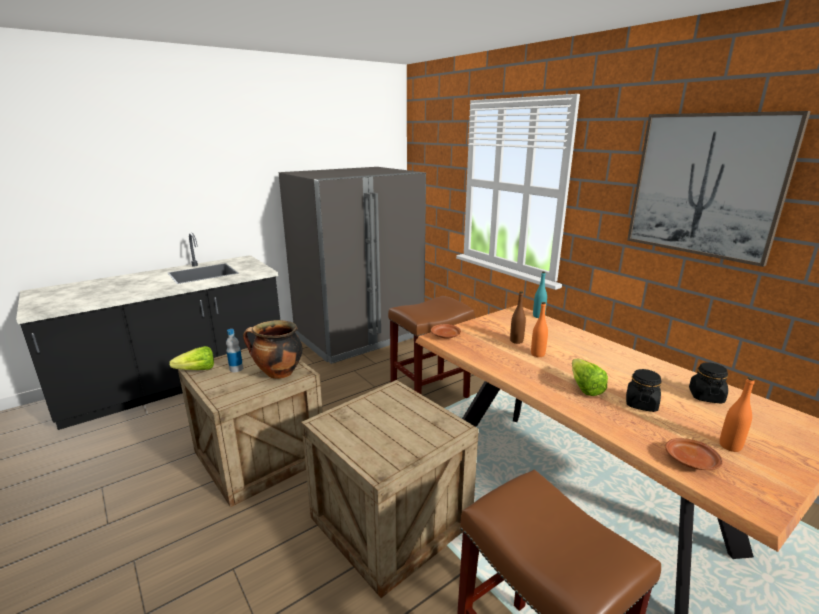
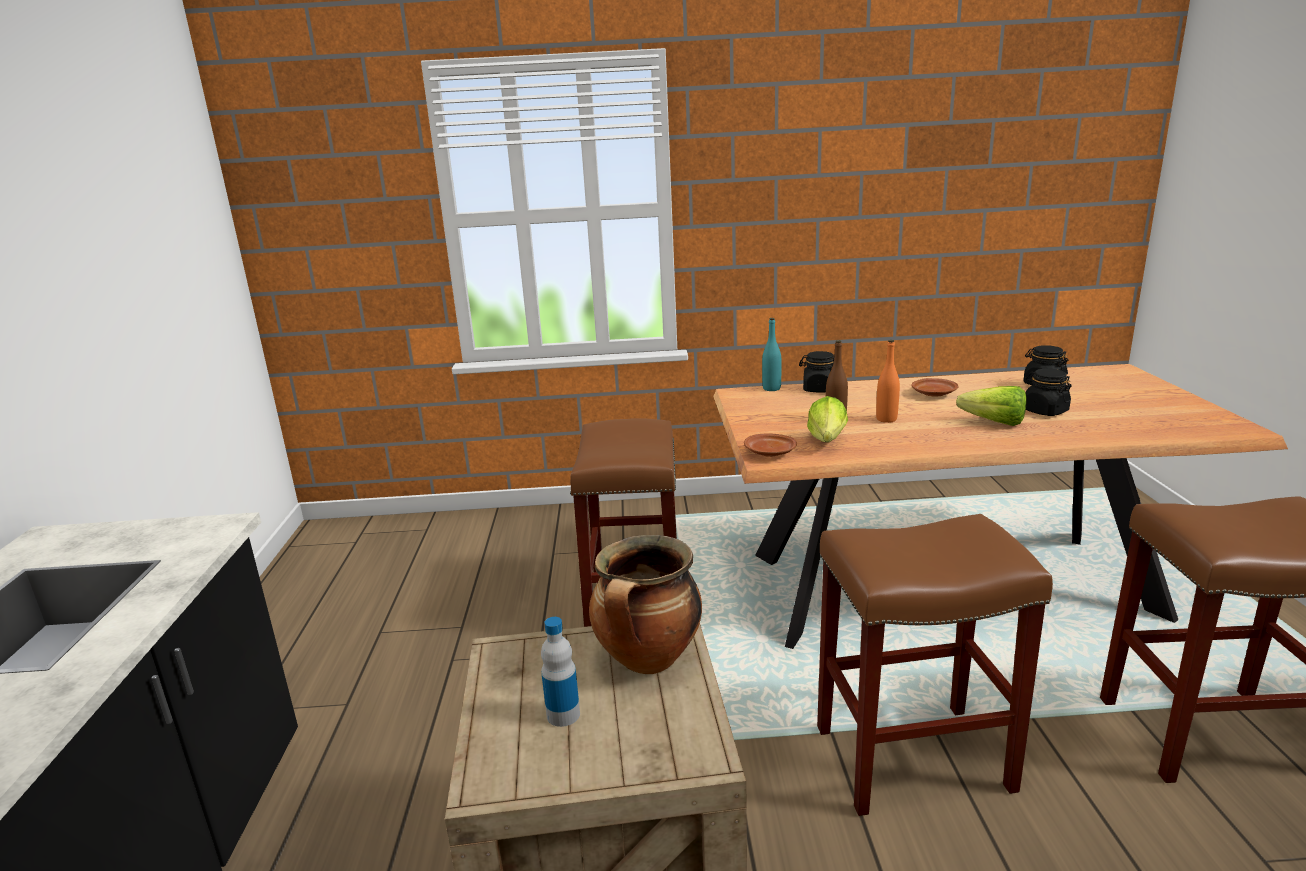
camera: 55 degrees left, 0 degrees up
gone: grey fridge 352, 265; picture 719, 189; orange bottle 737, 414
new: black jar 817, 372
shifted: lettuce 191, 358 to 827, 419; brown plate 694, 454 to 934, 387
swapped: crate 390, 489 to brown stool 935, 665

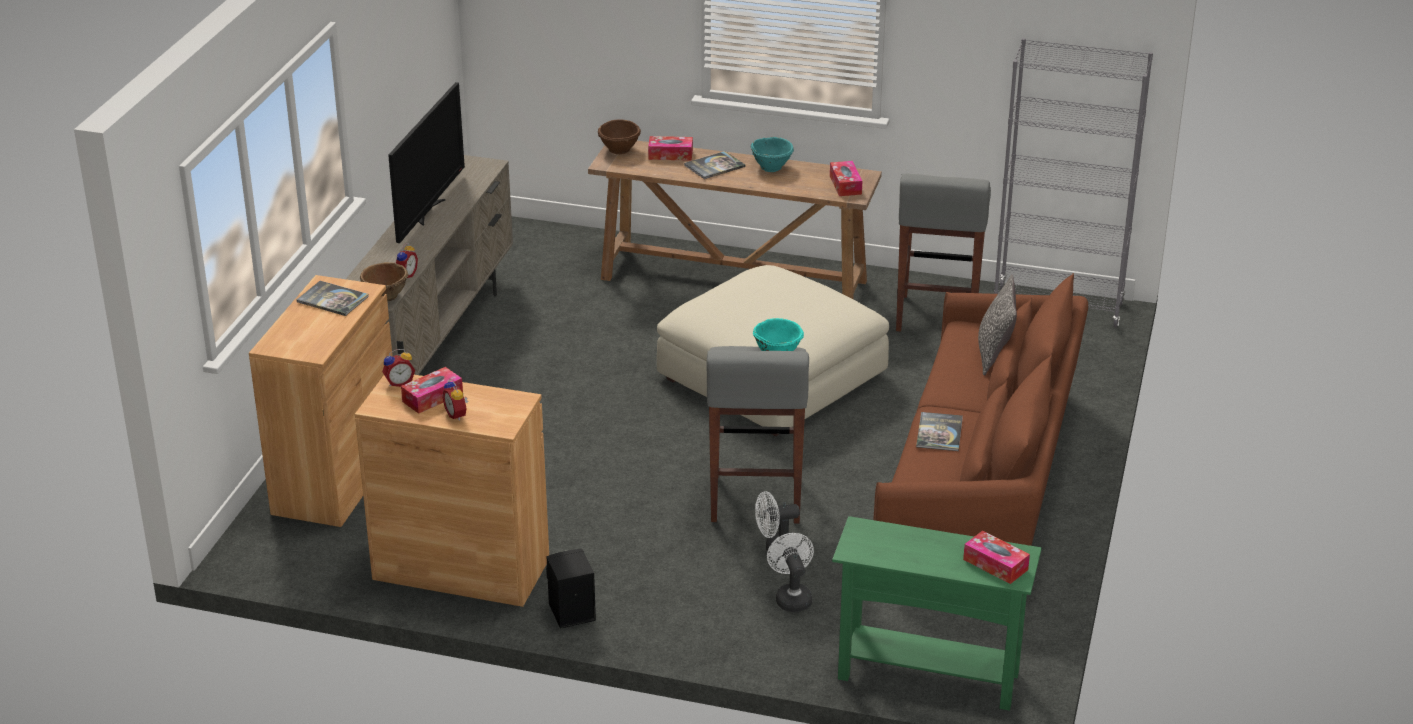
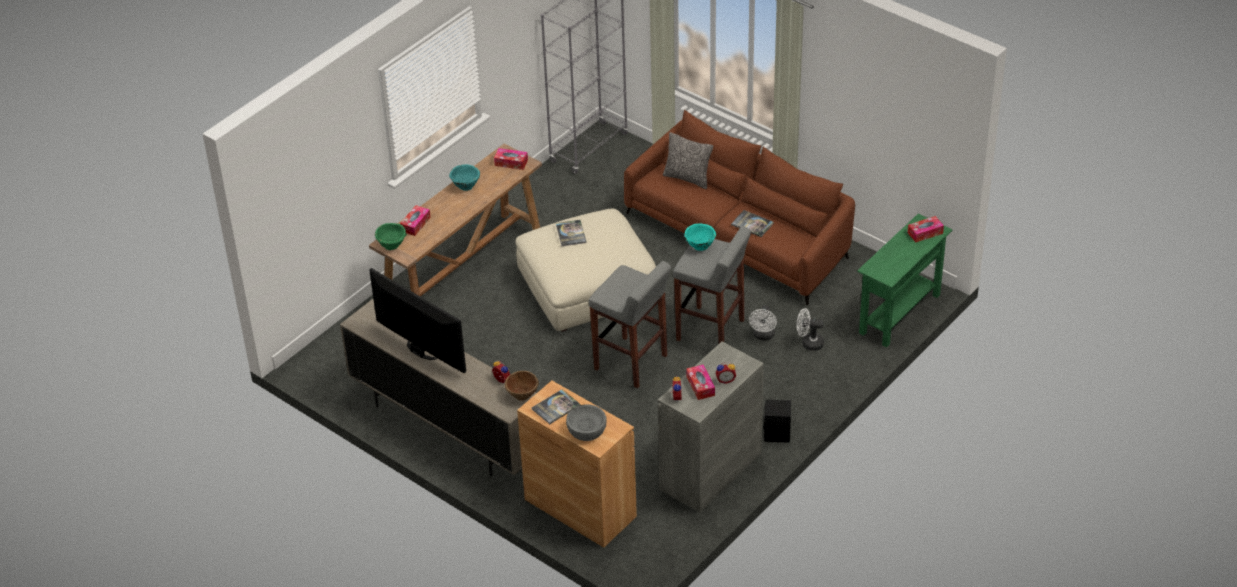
camera: 65 degrees left, 10 degrees up
new: grey bowl 586, 423
shifted: book 715, 165 to 571, 233; grey stool 943, 253 to 630, 324
repainted: brown cabinet 452, 491 to grey cabinet 710, 427; brown bowl 619, 136 to green bowl 391, 236

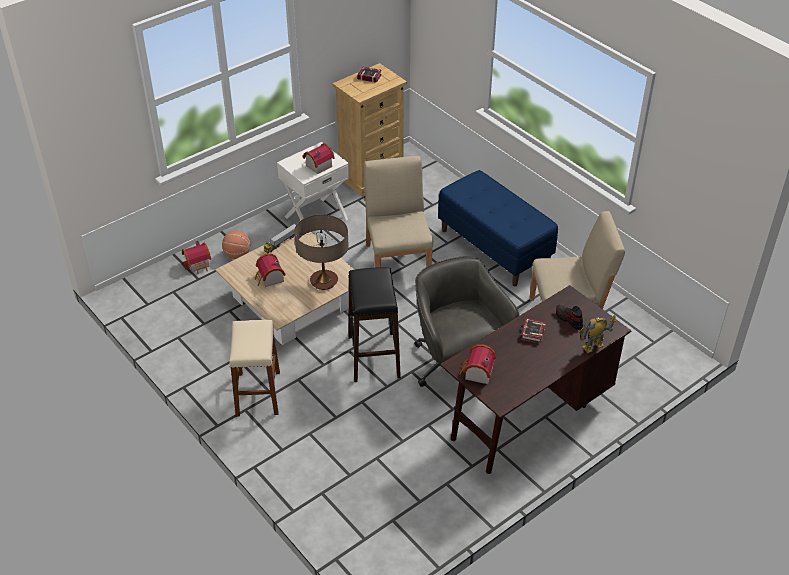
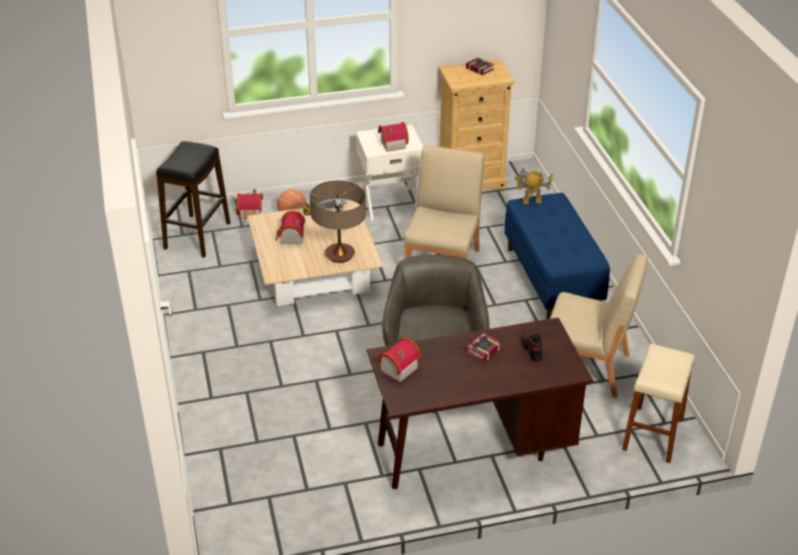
camera: 25 degrees right, 5 degrees down
shifted: beige stool 254, 368 to 658, 403; black stool 375, 324 to 193, 199; toy robot 597, 334 to 534, 186

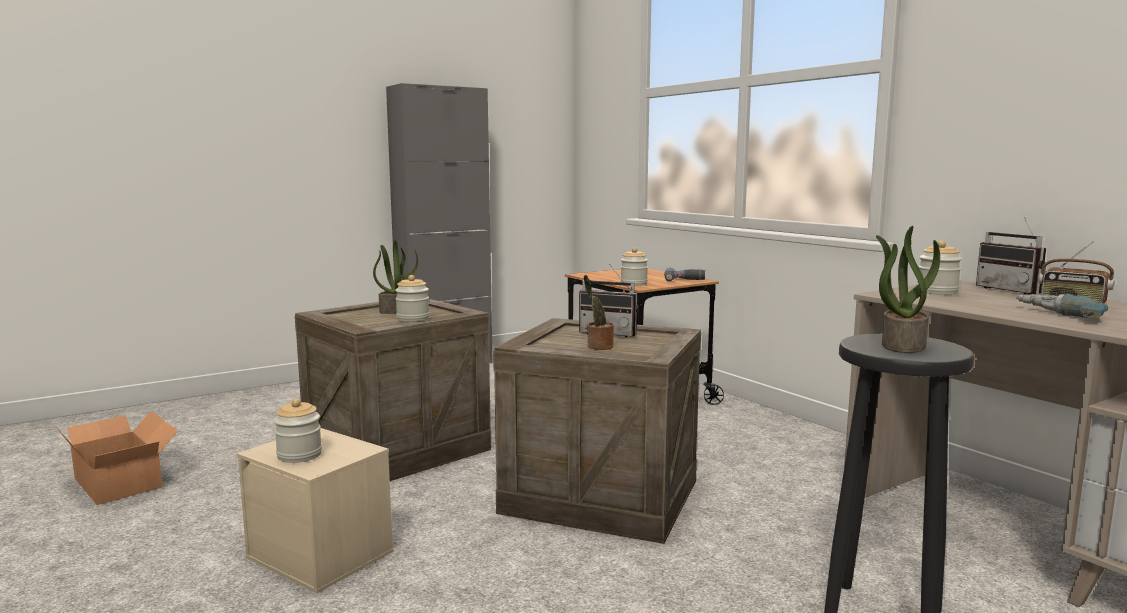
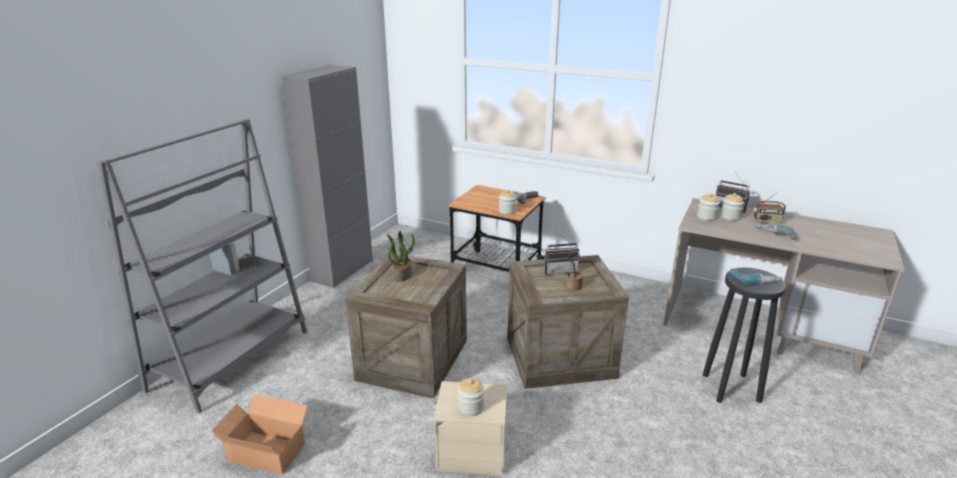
camera: 30 degrees left, 15 degrees up
new: grey bookcase 202, 266
shifted: jar 412, 298 to 732, 207
swapped: potted plant 908, 289 to power drill 756, 276

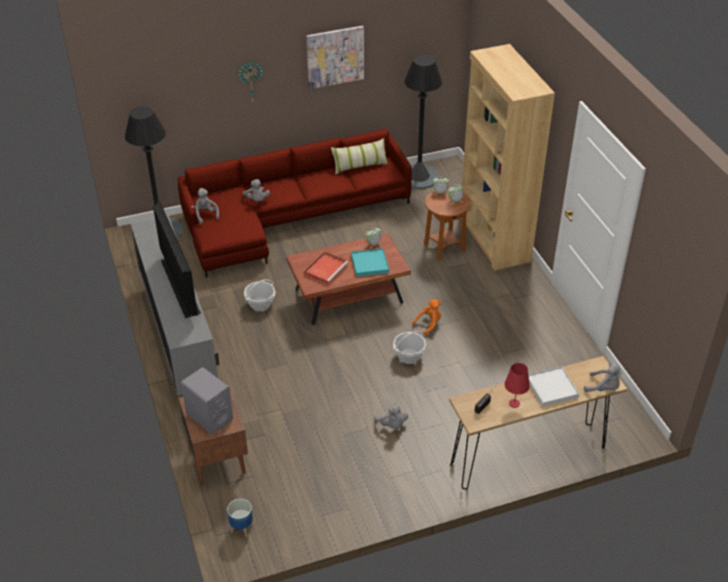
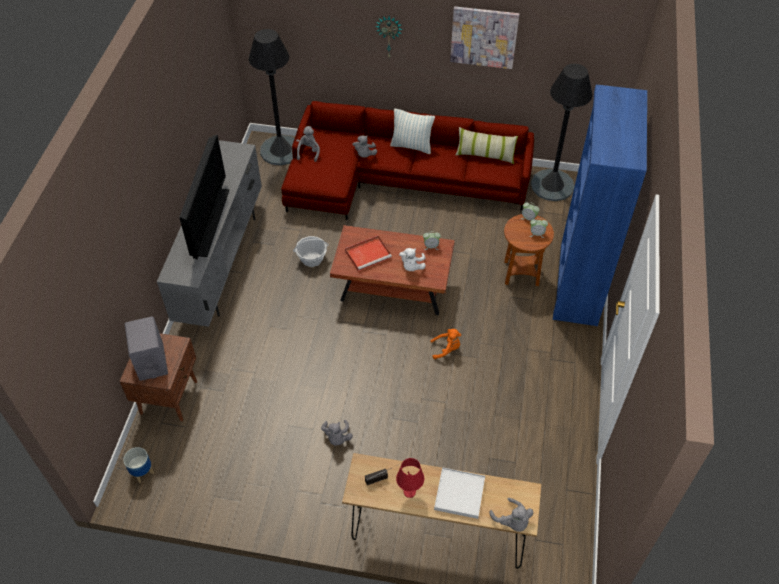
camera: 30 degrees right, 10 degrees up
gone: basket 409, 347
new: pillow 412, 131
swapped: turquoise tray 370, 262 to white plush toy 412, 259
repainted: brown bookcase 508, 157 to blue bookcase 600, 205

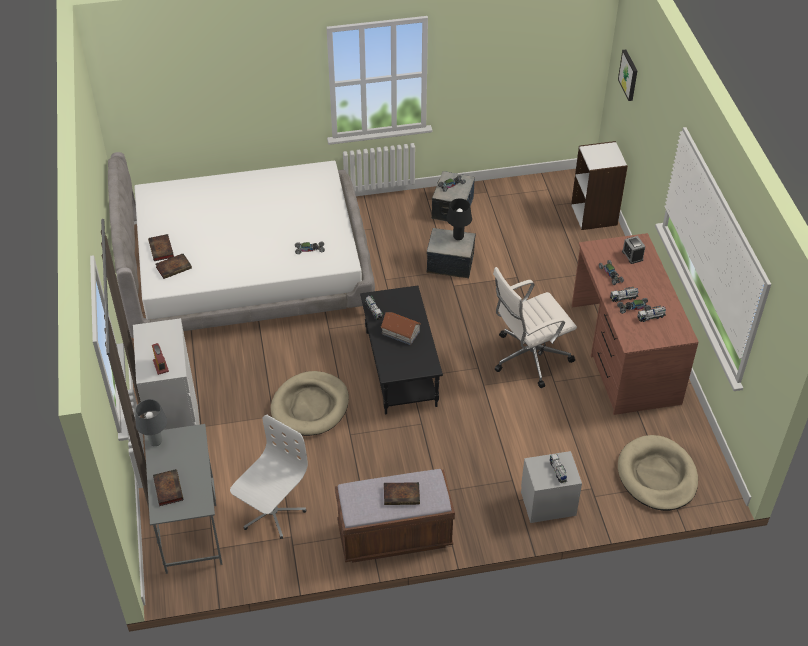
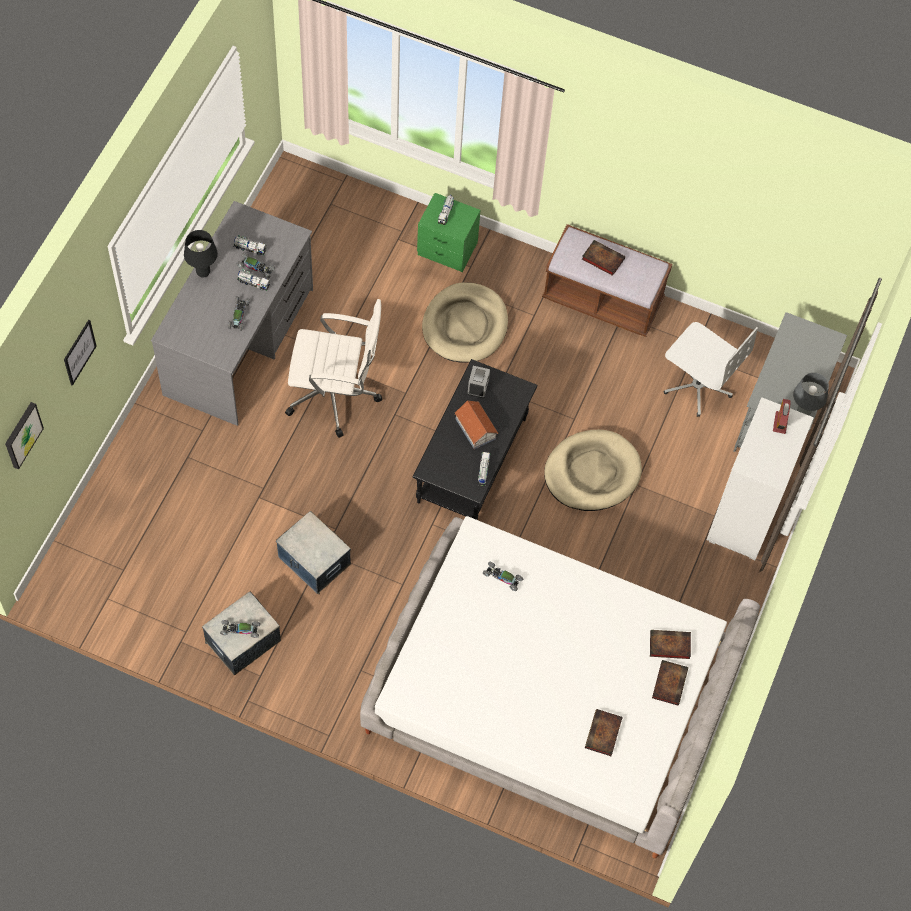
camera: 150 degrees left, 15 degrees up
gone: white bookcase 599, 185
new: picture 80, 353
shifted: book 168, 487 to 604, 732; black table lamp 459, 219 to 201, 253; beige dog bed 658, 473 to 465, 322; alarm clock 633, 250 to 478, 382
repainted: grey nightstand 551, 487 to green nightstand 448, 232; brown desk 635, 324 to grey desk 232, 313
rotated: white office chair 269, 477 = 711, 369 120 degrees counterclockwise

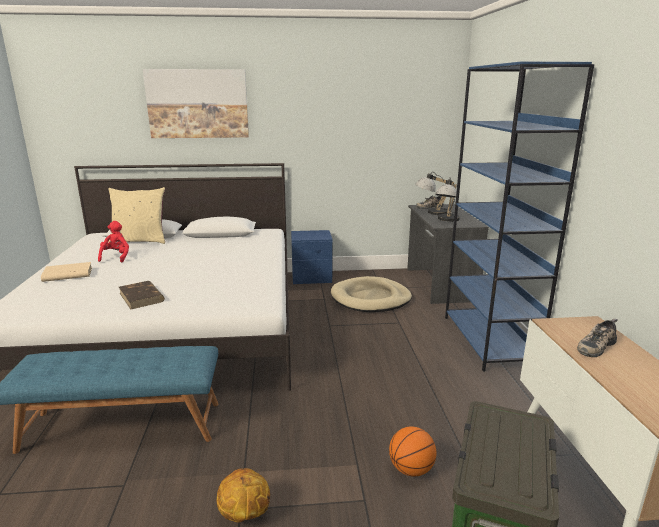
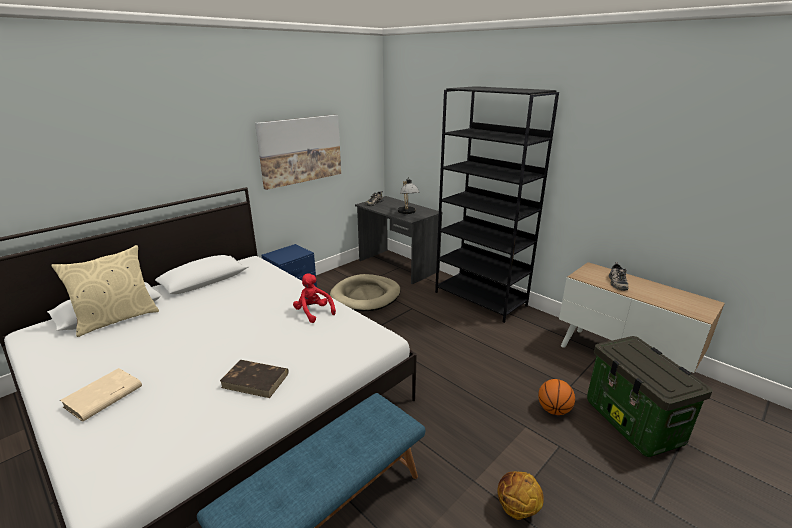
camera: 40 degrees left, 5 degrees up
gone: table lamp 435, 193
shifted: red plush toy 113, 241 to 314, 298; picture 196, 103 to 298, 152
repainted: blue bookcase 519, 217 to black bookcase 497, 204

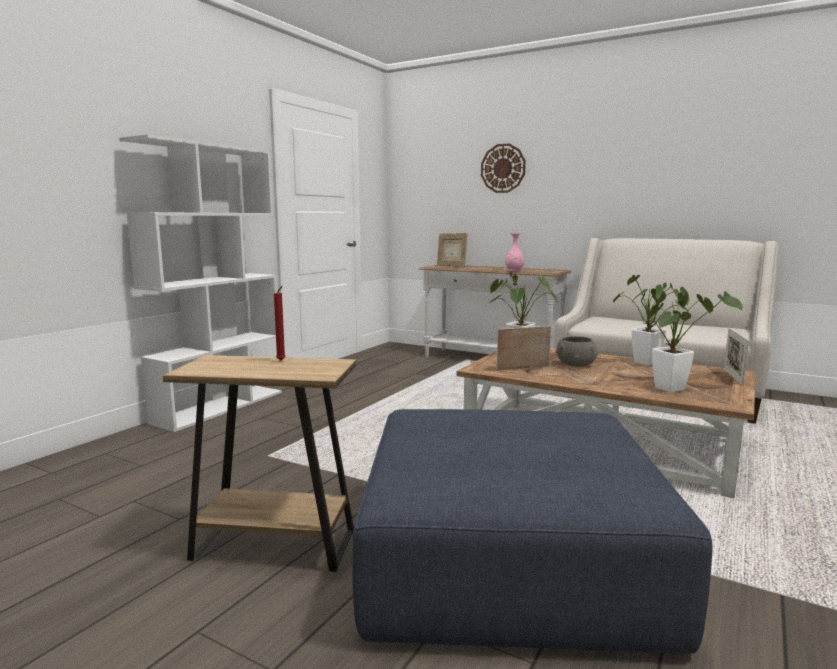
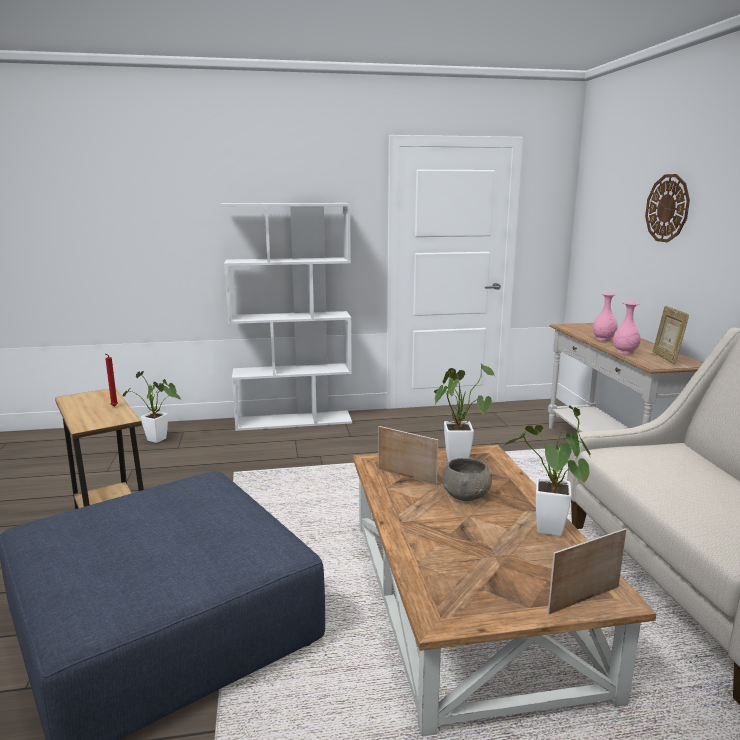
camera: 50 degrees right, 5 degrees up
new: pink vase 605, 317
shifted: picture frame 452, 250 to 671, 335; potted plant 687, 341 to 152, 407

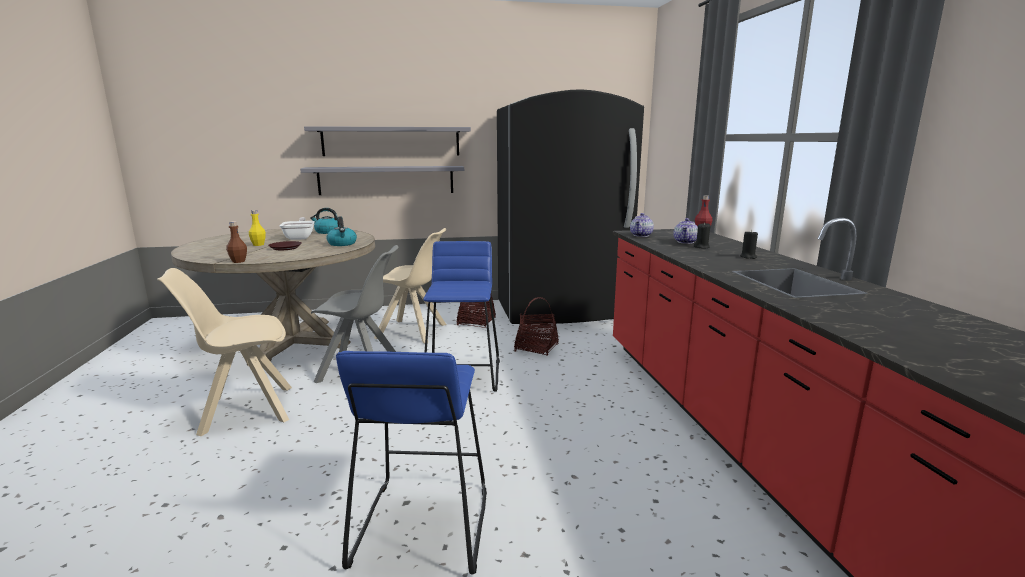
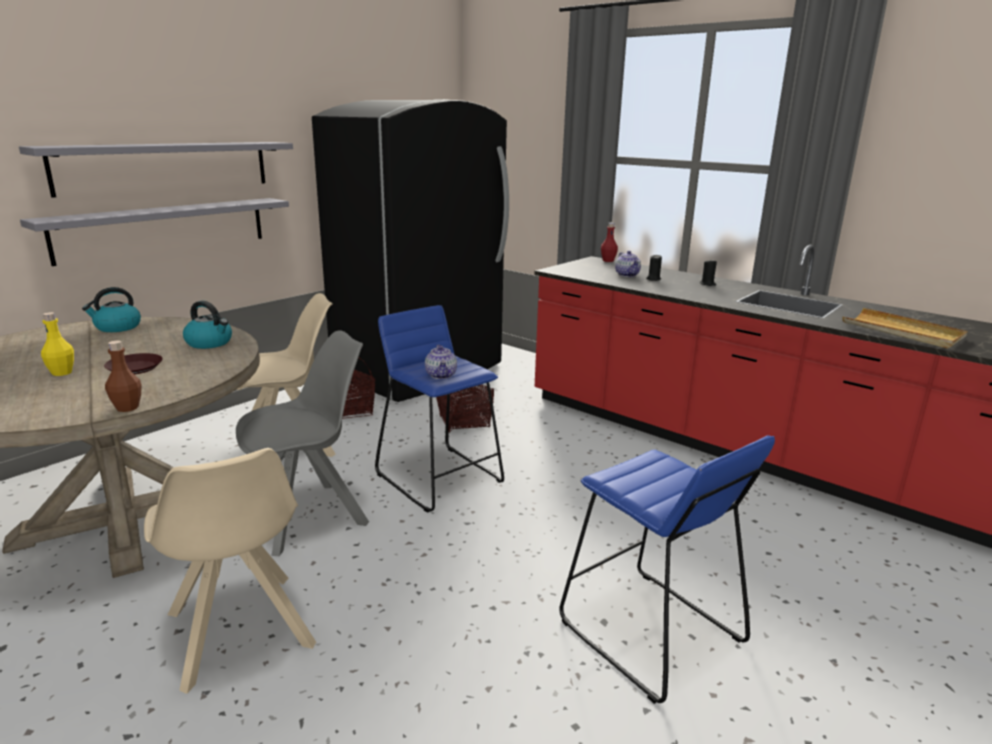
camera: 40 degrees left, 5 degrees up
gone: frying pan 297, 228
new: beige tray 905, 328
shifted: teapot 642, 225 to 441, 362
rotated: beige chair 224, 352 = 230, 571 60 degrees counterclockwise

